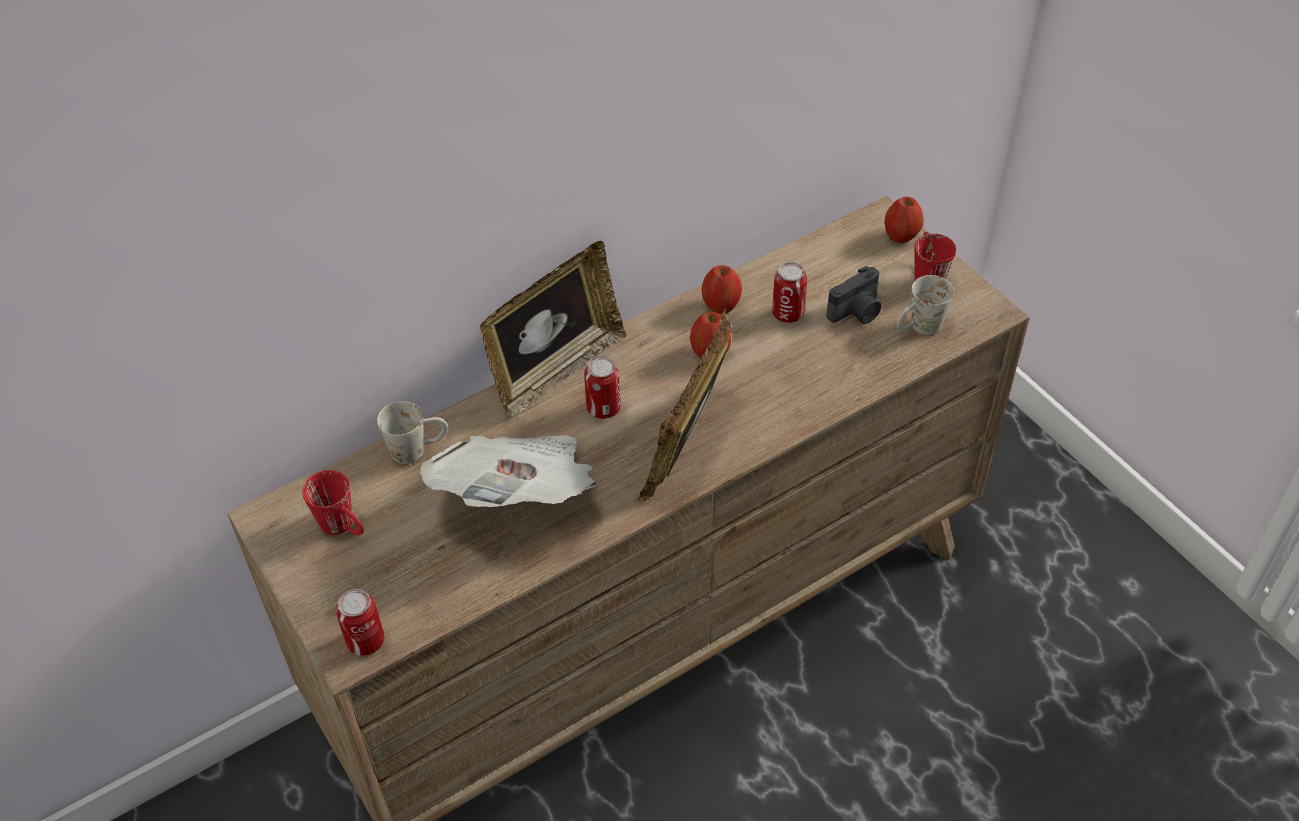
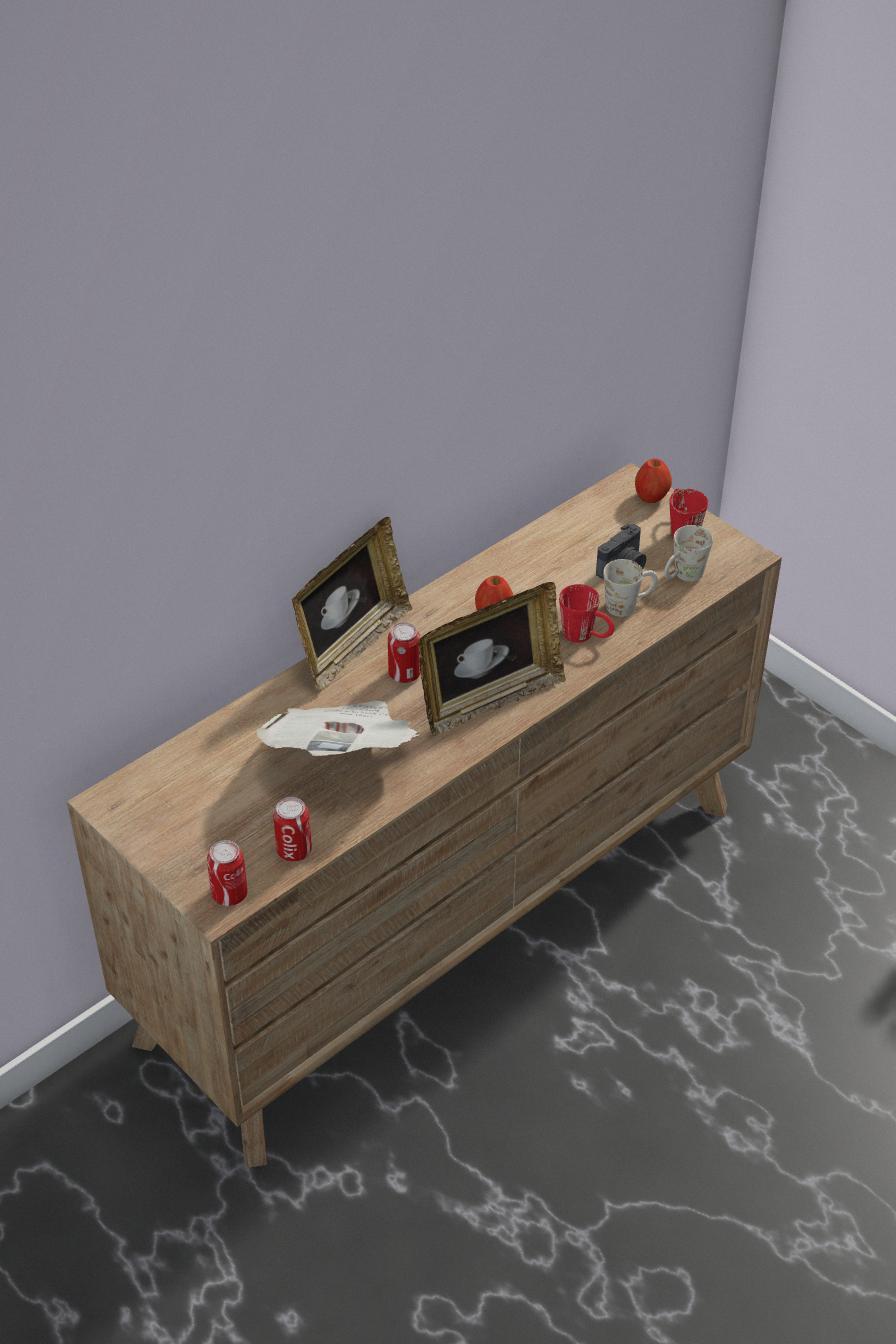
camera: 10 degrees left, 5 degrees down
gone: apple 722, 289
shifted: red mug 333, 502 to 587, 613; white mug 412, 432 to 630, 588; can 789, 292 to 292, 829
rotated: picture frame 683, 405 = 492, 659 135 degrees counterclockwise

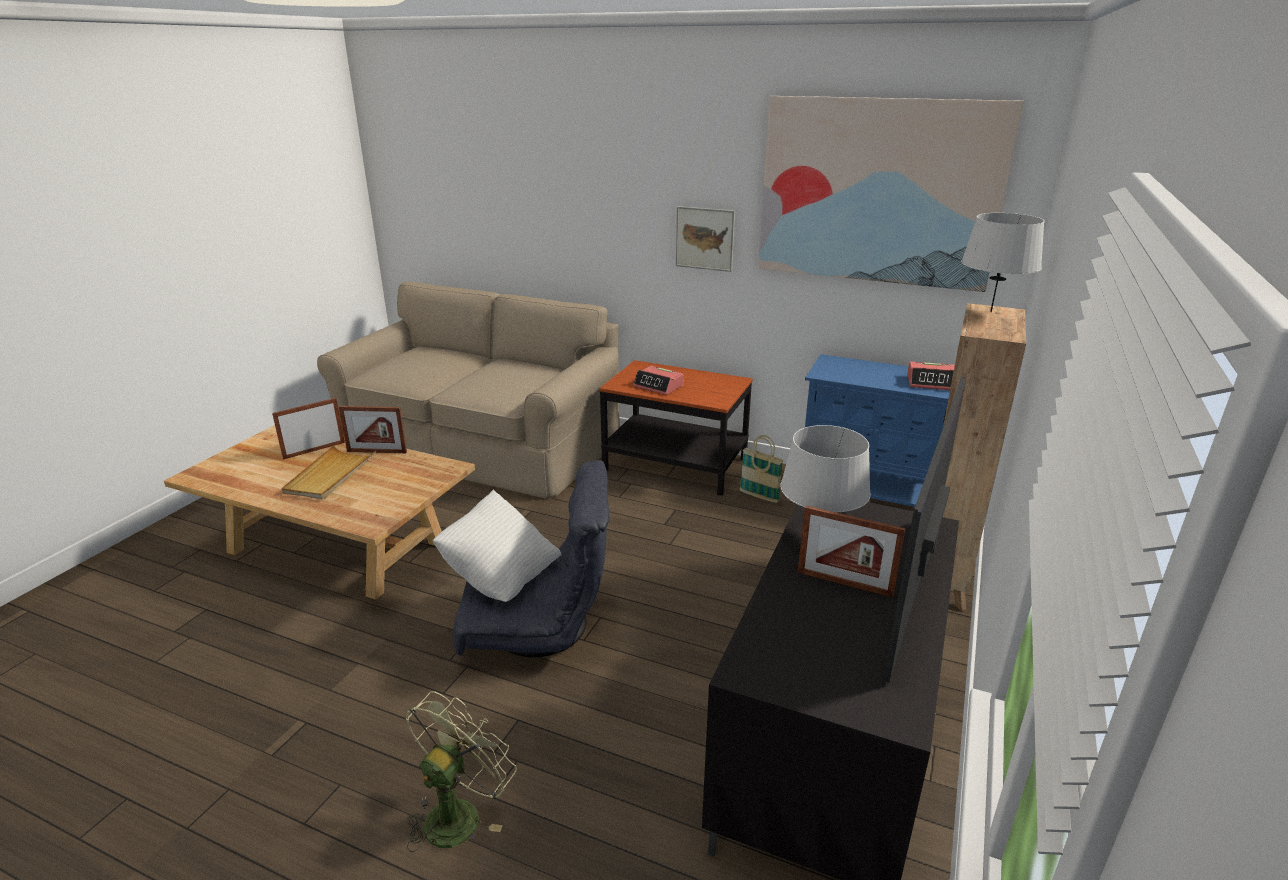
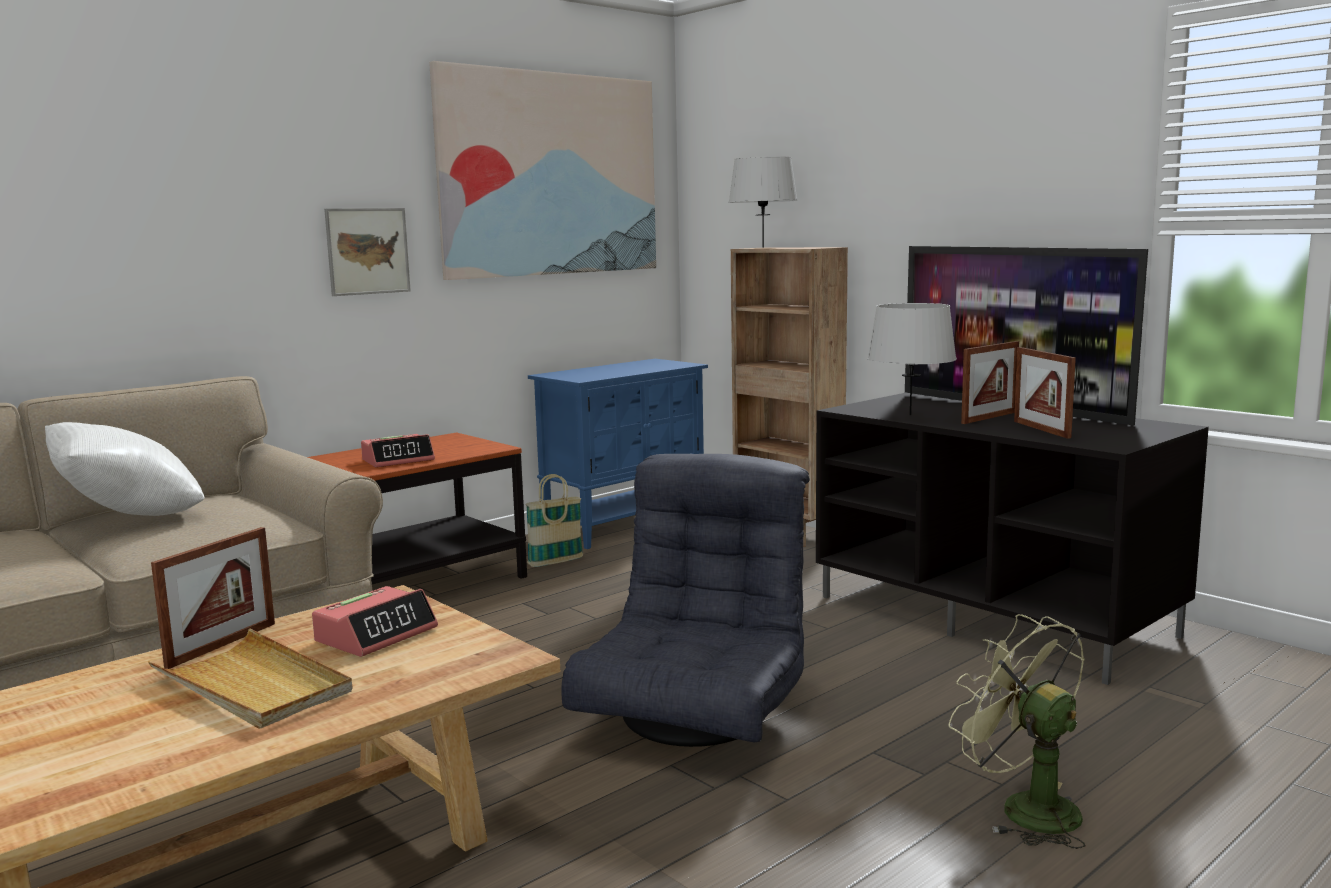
camera: 65 degrees left, 15 degrees down
shifted: picture frame 308, 428 to 1045, 393; white pillow 497, 545 to 124, 469; alarm clock 931, 375 to 375, 621

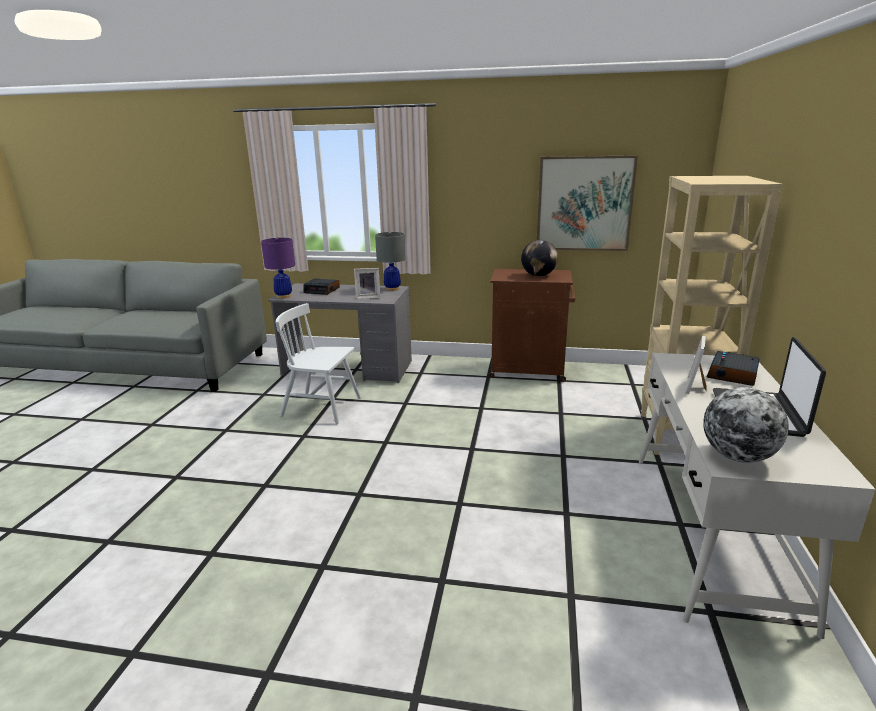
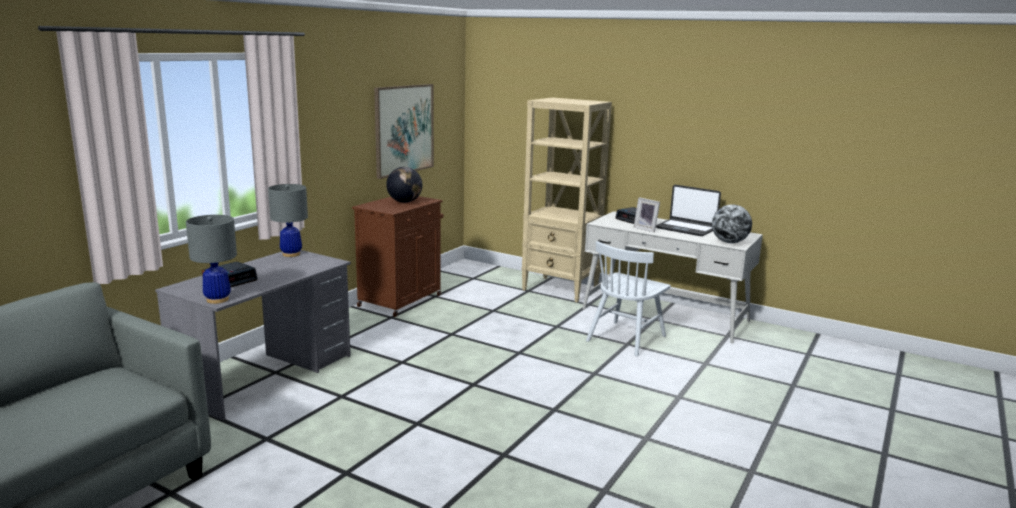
camera: 70 degrees left, 5 degrees down
gone: picture frame 367, 283
shifted: white chair 318, 363 to 628, 298
repainted: purple table lamp 278, 268 to grey table lamp 211, 259

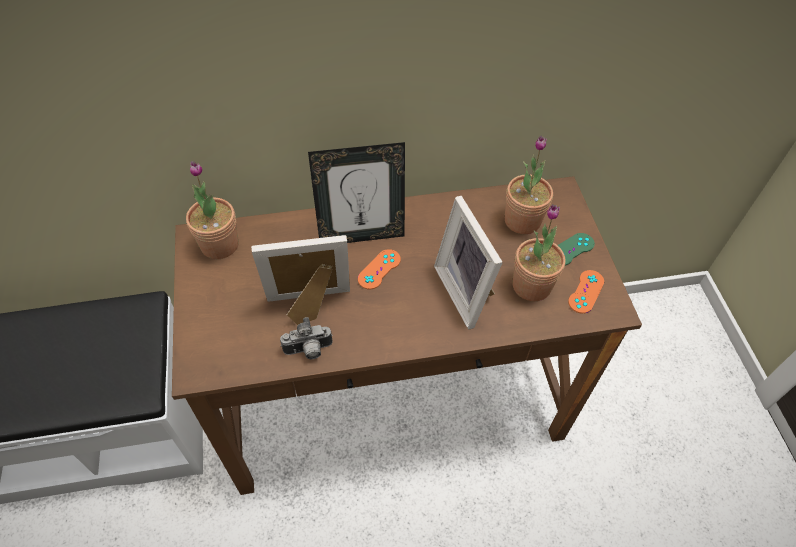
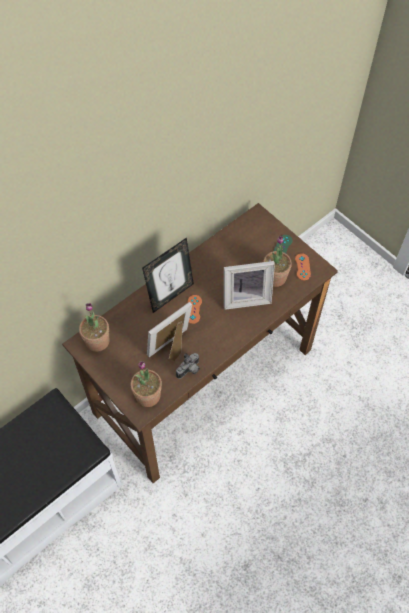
camera: 30 degrees left, 5 degrees up
shifted: potted plant 529, 184 to 146, 384
rotated: picture frame 468, 262 = 249, 285 45 degrees counterclockwise

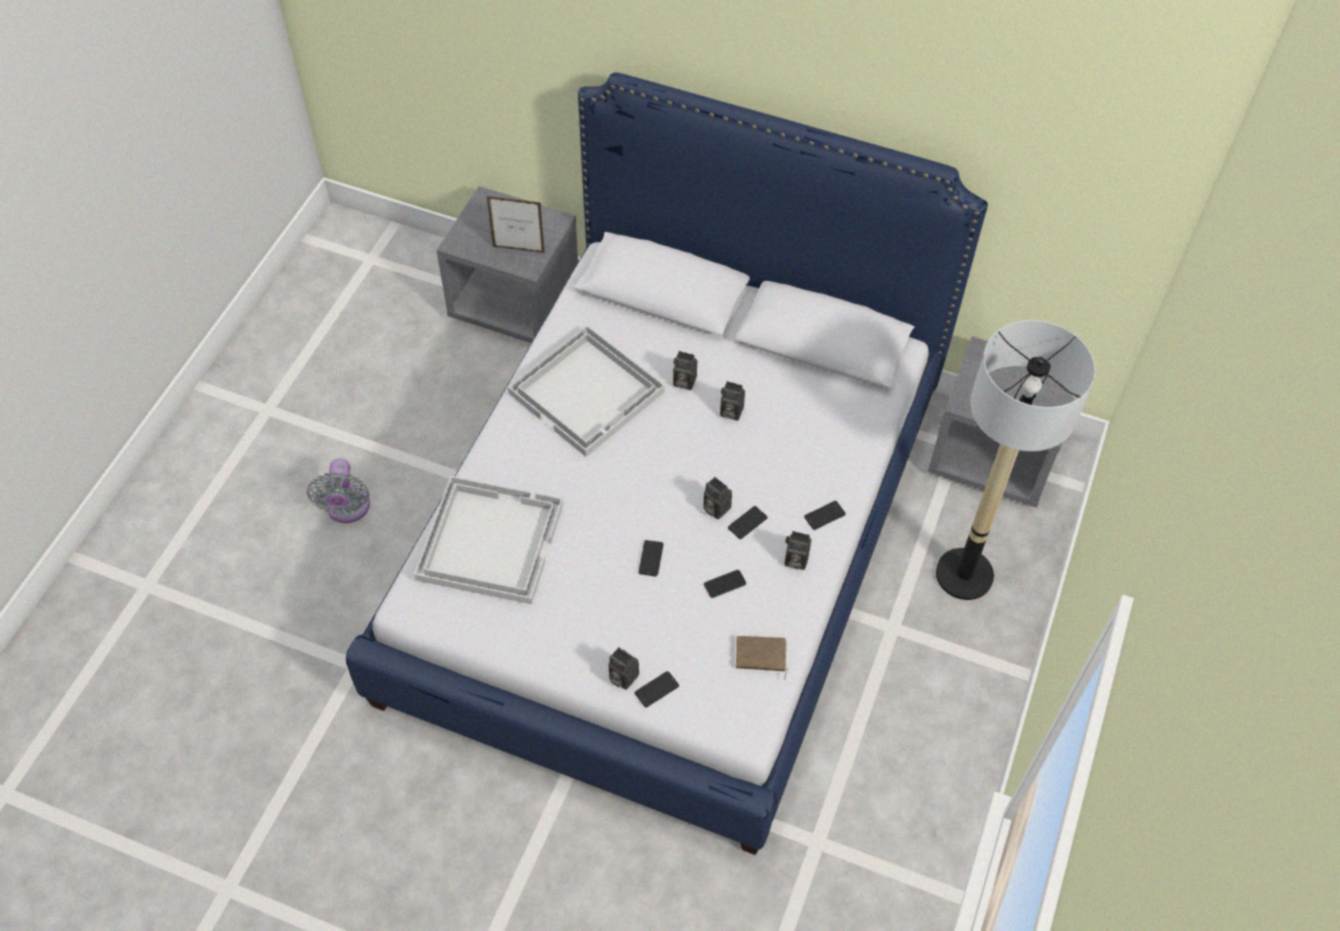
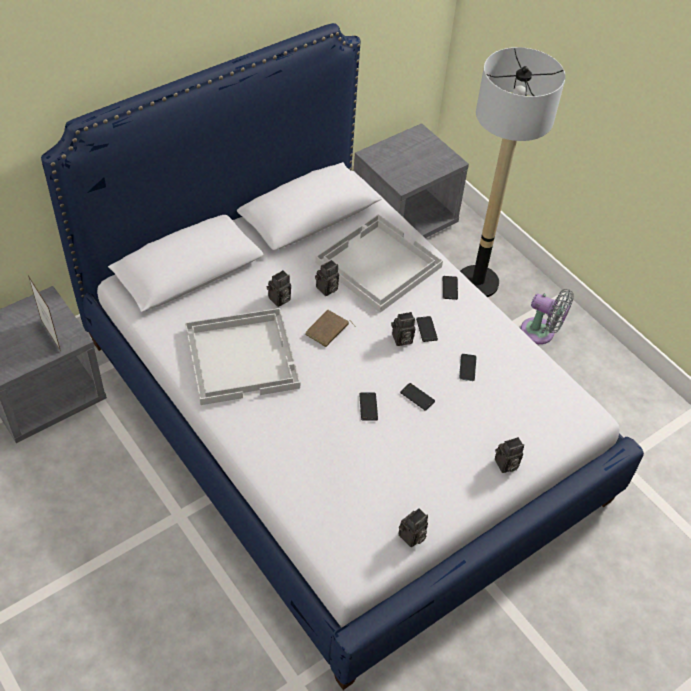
camera: 60 degrees left, 5 degrees down
shifted: grey fan 338, 491 to 547, 316; white tray 488, 540 to 379, 263; phone 657, 689 to 368, 406; brown book 762, 658 to 330, 328; photo camera 798, 550 to 413, 527
rotated: picture frame 515, 224 = 44, 313 105 degrees clockwise

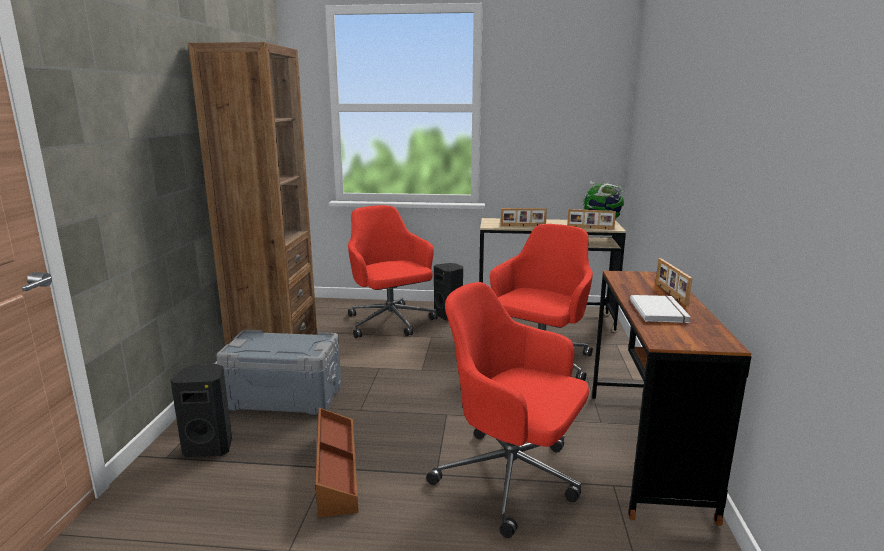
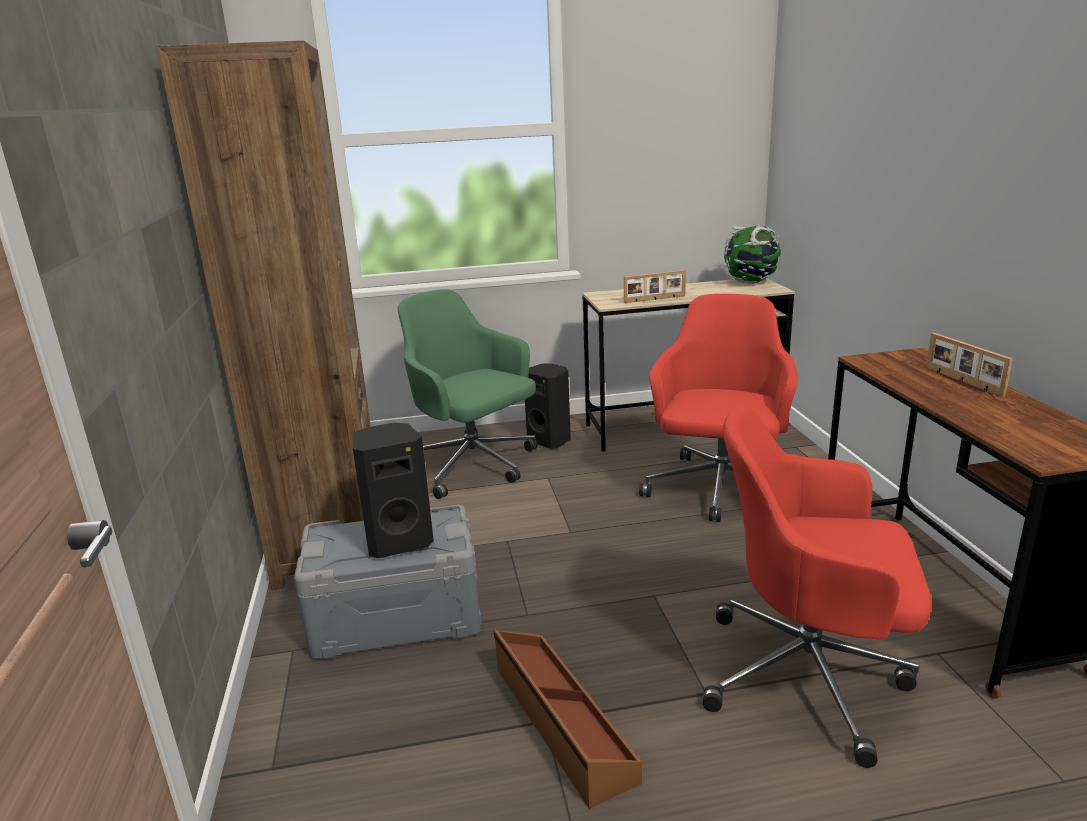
camera: 15 degrees left, 5 degrees up
gone: picture frame 591, 219; white book 660, 309
shifted: black speaker 201, 411 to 393, 491
repainted: red office chair 393, 271 to green office chair 468, 394

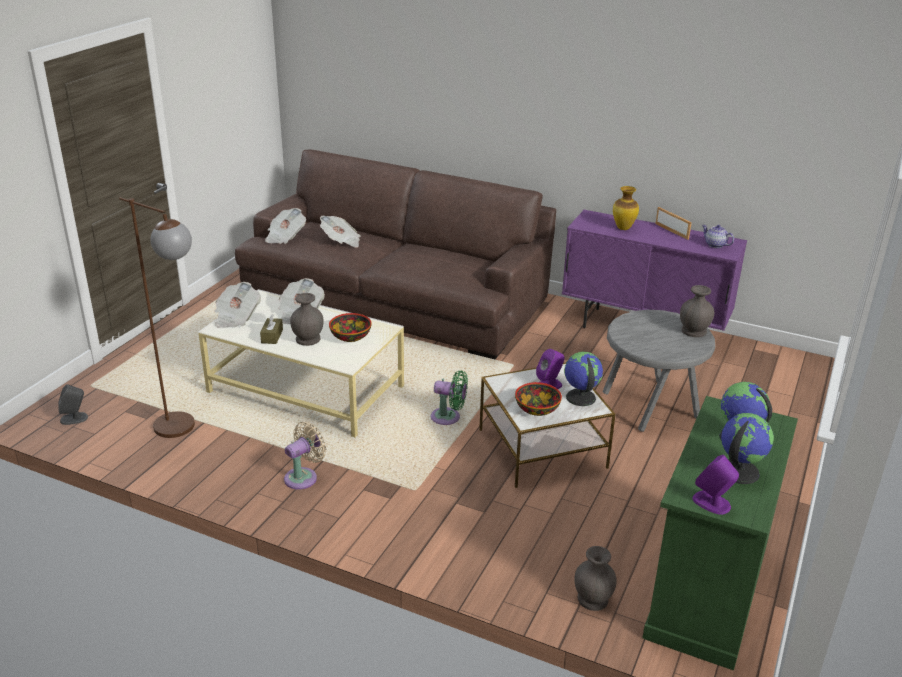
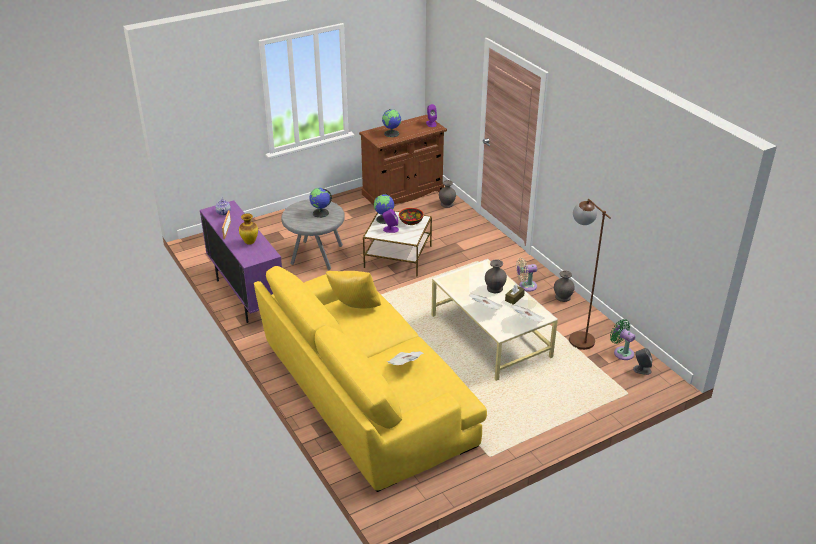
camera: 145 degrees left, 5 degrees up
gone: newspaper 285, 226; bowl 350, 327
new: yellow pillow 353, 290
shifted: green fan 449, 397 to 623, 339; grey vase 697, 311 to 564, 286; globe 747, 448 to 320, 203
repainted: brown sofa 395, 254 to yellow sofa 370, 379; green cabinet 720, 533 to brown cabinet 403, 160

